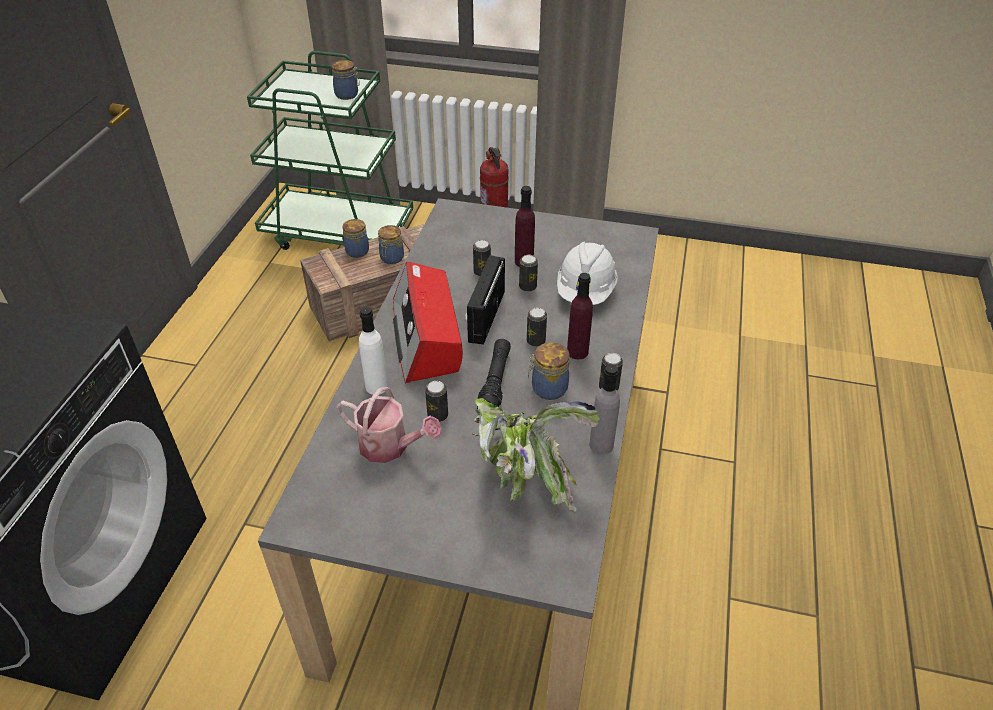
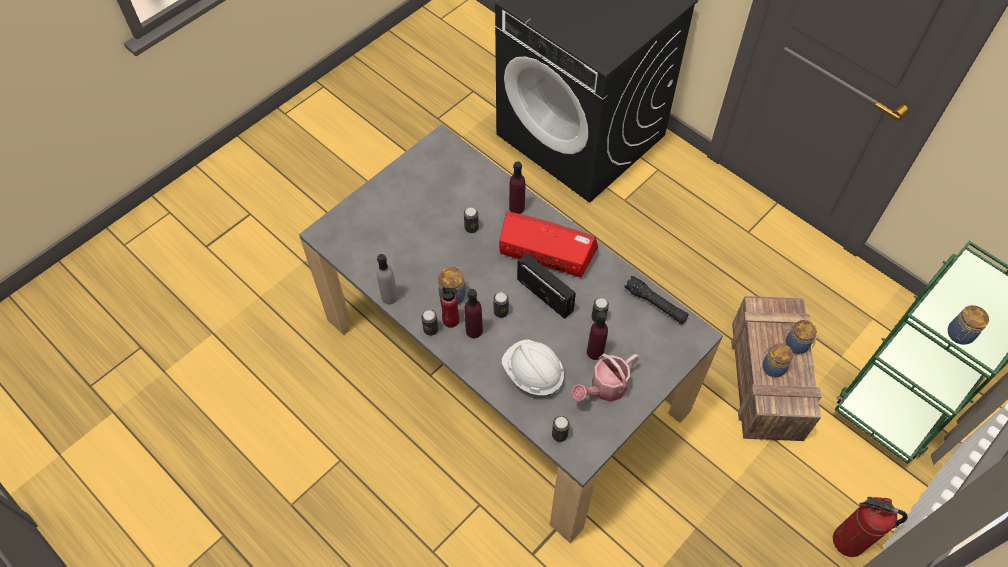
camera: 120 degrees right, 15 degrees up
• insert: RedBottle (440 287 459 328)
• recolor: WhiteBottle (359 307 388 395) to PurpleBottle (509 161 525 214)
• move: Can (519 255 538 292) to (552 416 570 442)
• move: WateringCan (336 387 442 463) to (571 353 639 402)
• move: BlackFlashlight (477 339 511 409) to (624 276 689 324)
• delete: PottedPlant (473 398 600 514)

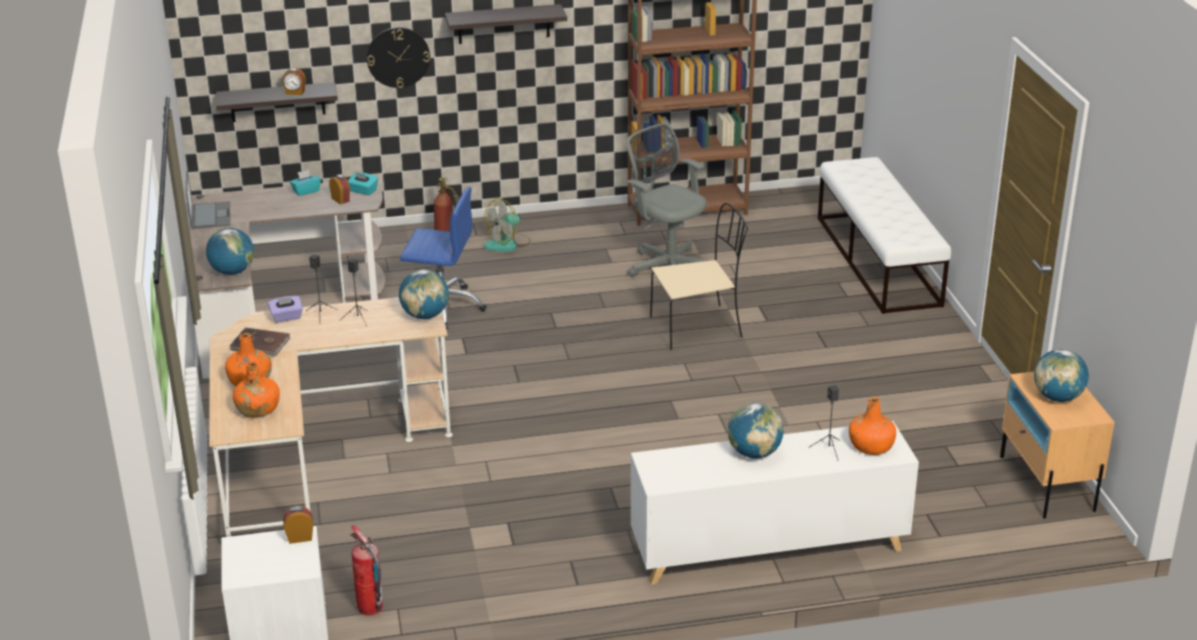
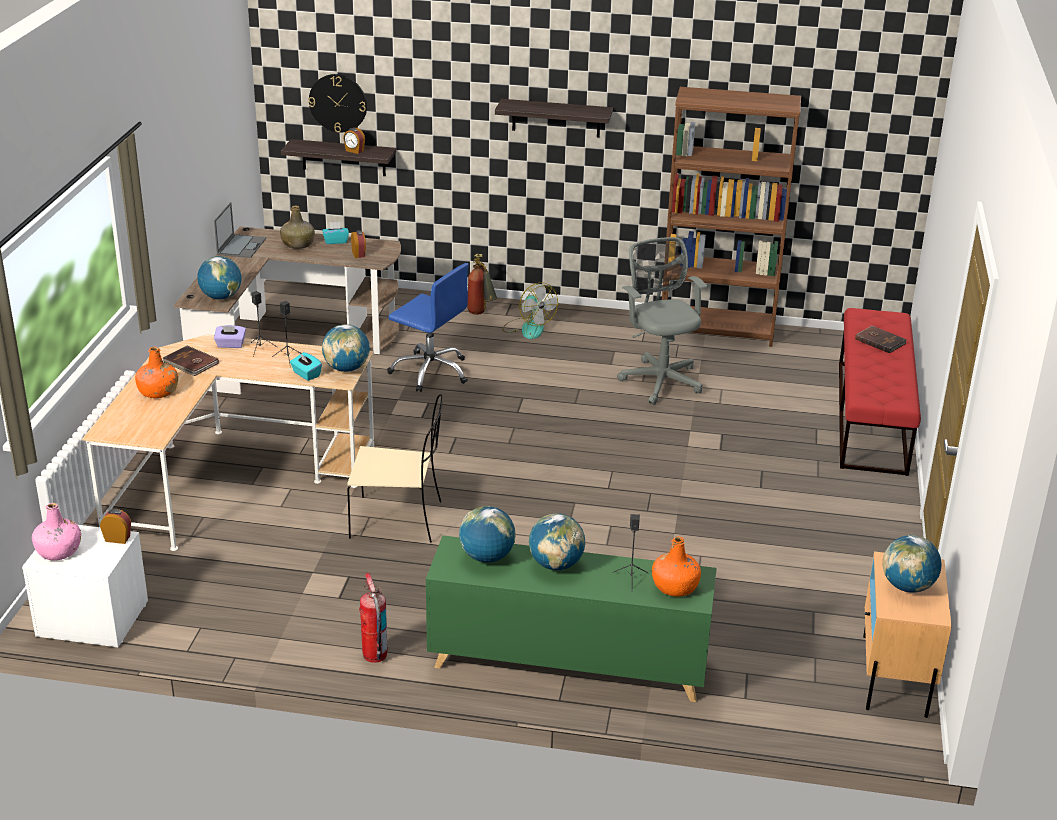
camera: 20 degrees right, 0 degrees up
• insert: PinkBottle (32 503 81 560)
• insert: GreenBottle (280 206 315 249)
• move: TurquoiseTissueBox (348 172 378 195) to (290 352 322 381)
• move: WallClock (367 27 430 88) to (309 74 367 133)
• move: BeigeChair (650 203 748 350) to (347 394 443 543)
• move: FireExtinguisher (351 525 383 616) to (359 573 388 663)
• recolor: WhiteCabinet (631 421 919 585) to GreenCabinet (426 535 717 702)
• insert: Globe (459 506 516 563)
• rotate: Fan (484 198 531 252) = (502 282 558 339) 105 degrees counterclockwise
• recolor: WhiteBench (818 157 951 314) to RedBench (839 308 921 476)
• insert: BrownBook (855 326 907 353)
• delete: OrangeBottle (233 362 280 418)

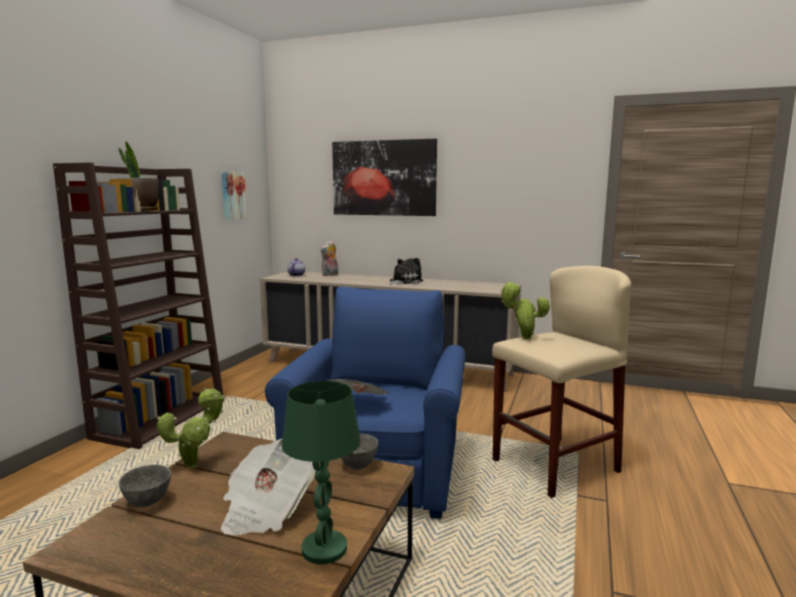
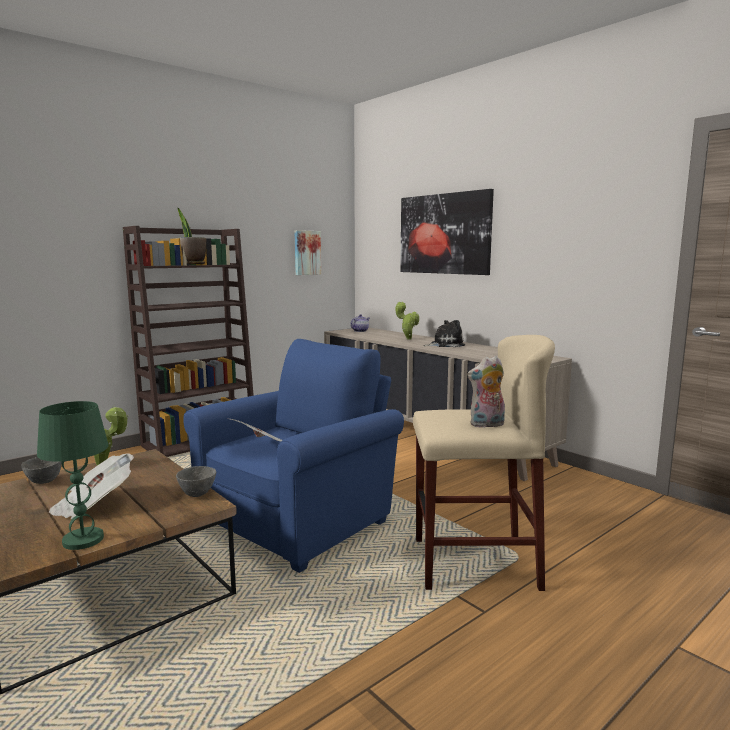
camera: 30 degrees right, 0 degrees up
• move: PottedPlant (500 282 550 339) to (395 301 419 340)
• move: PlushToy (320 241 338 276) to (467 356 505 428)

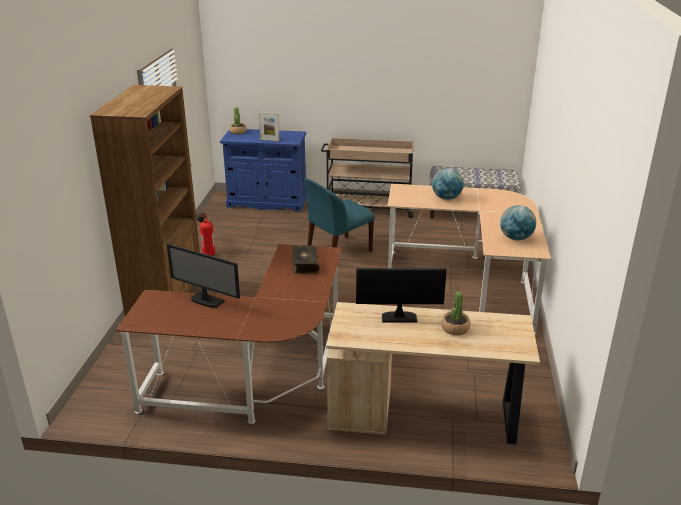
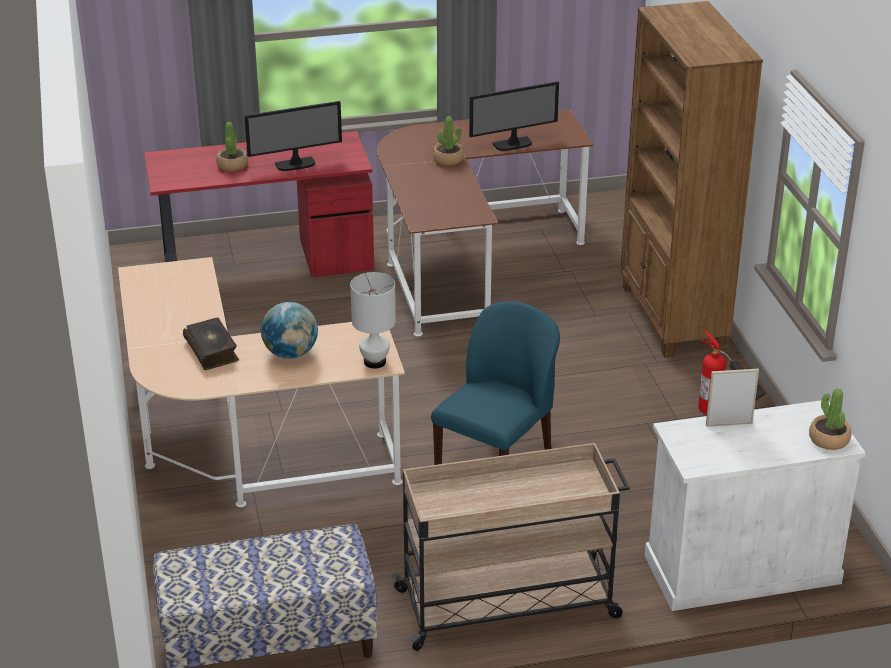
camera: 160 degrees right, 5 degrees up
• recolor: BeigeDesk (326 302 540 444) to RedDesk (144 131 374 277)
• move: Book (292 245 320 274) to (183 318 239 370)
• insert: WhiteTableLamp (350 272 396 369)
• insert: PottedPlant (433 116 464 165)
• rotate: Monitor (167 244 240 307) = (469 81 559 151) 150 degrees clockwise
• recolor: BlueCabinet (220 129 307 212) to WhiteCabinet (645 400 866 611)
• delete: Globe (500 205 536 240)

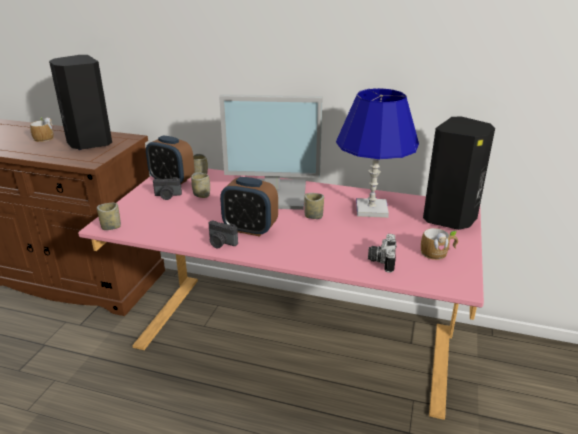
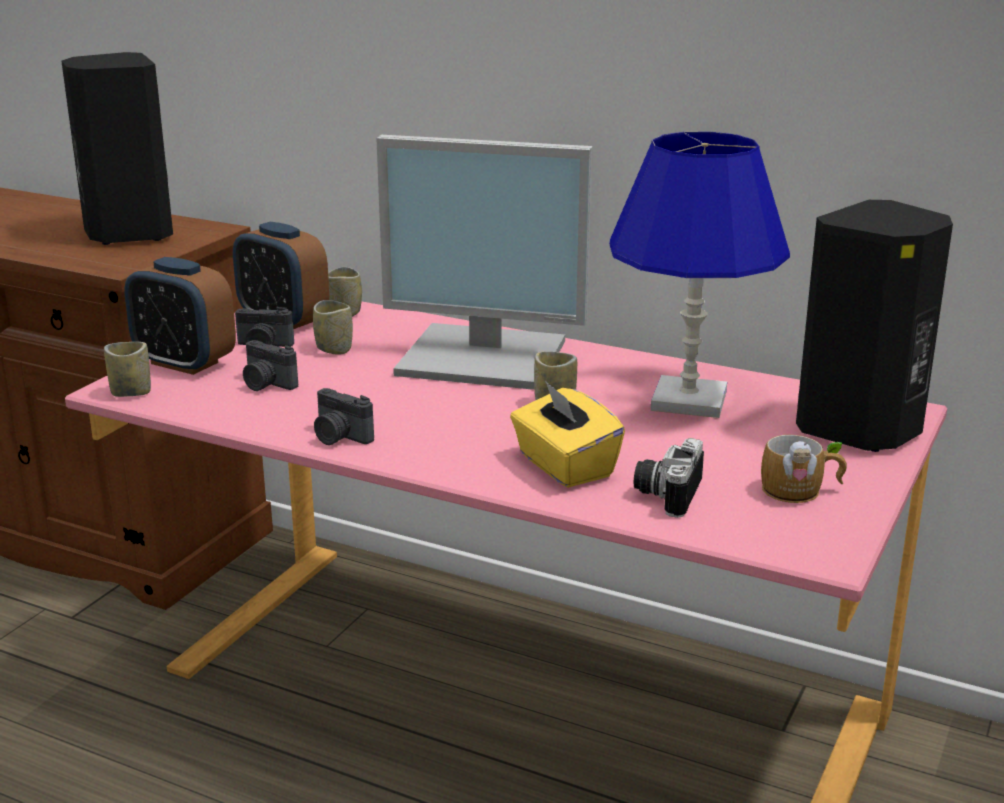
camera: 10 degrees right, 5 degrees down
• move: AlarmClock (220 177 278 236) to (124 257 236 375)
• insert: PhotoCamera (243 340 298 391)
• insert: YellowTissueBox (510 381 625 488)
• delete: Mug (30 117 54 142)

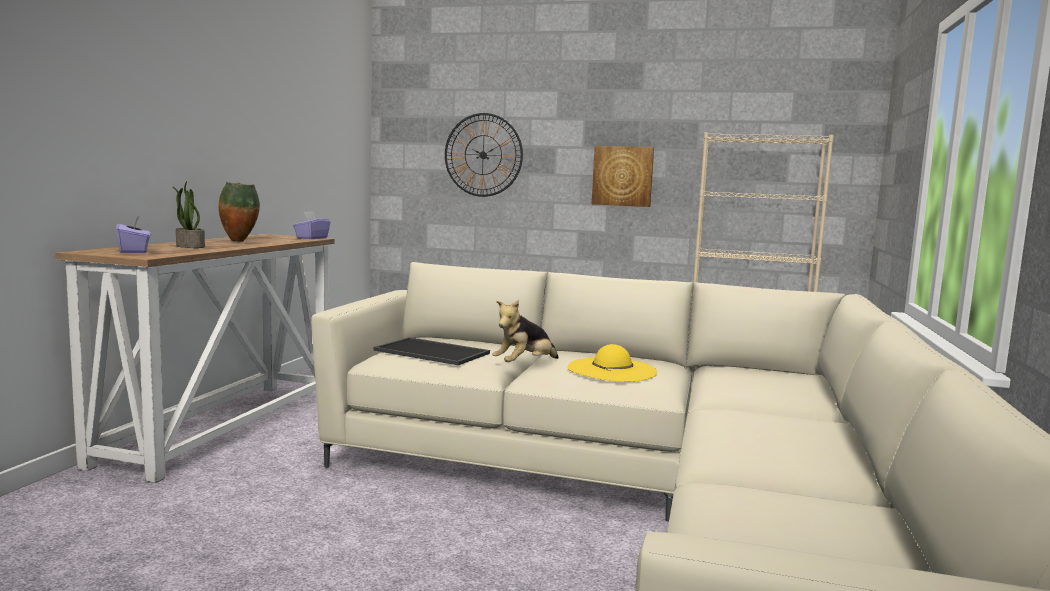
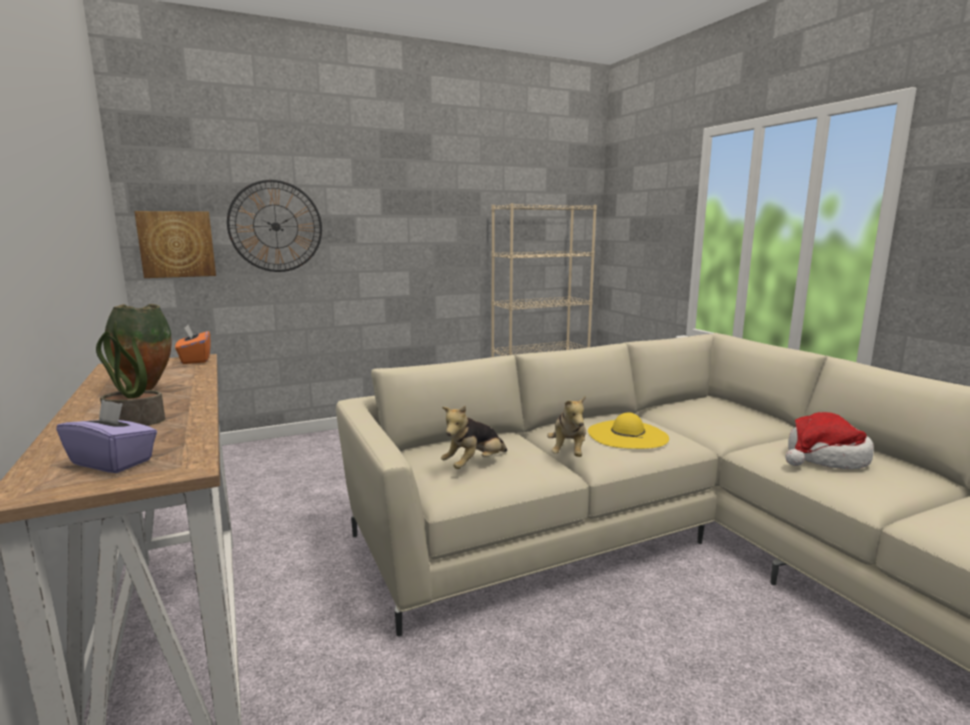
camera: 40 degrees left, 5 degrees up
• move: Picture (592 146 654 207) to (134 211 216 278)
• recolor: PurpleTissueBox (293 211 330 239) to OrangeTissueBox (175 325 211 364)
• replace: Tray (373 337 490 365) to PlushToy (441 405 507 469)
• insert: Hat (785 412 874 469)

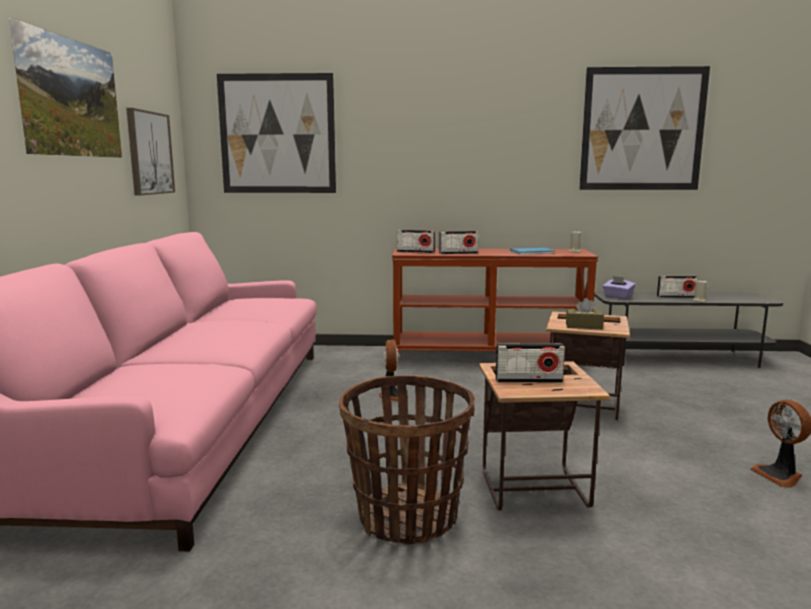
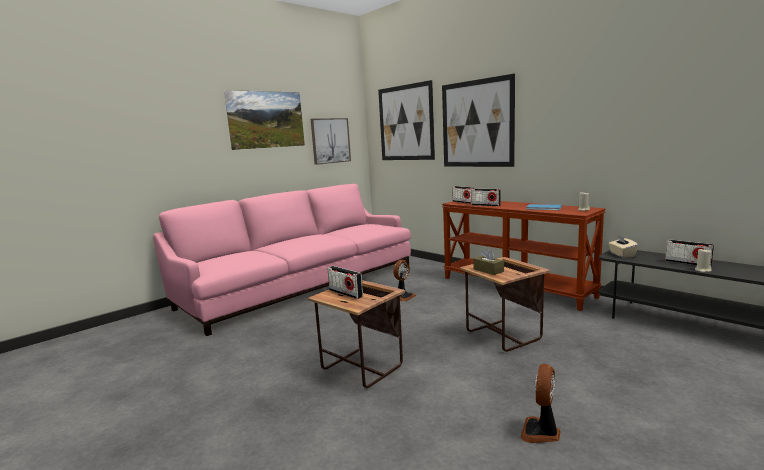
camera: 45 degrees right, 0 degrees up
• move: Picture (579 66 710 190) to (442 74 515 167)
• recolor: PurpleTissueBox (603 276 635 299) to BeigeTissueBox (608 235 638 258)
• delete: Basket (339 375 475 545)

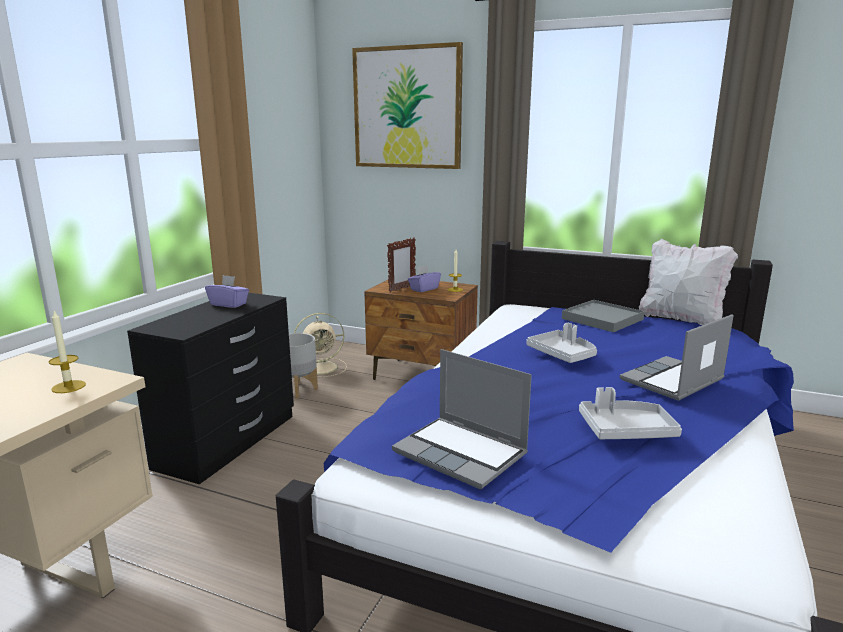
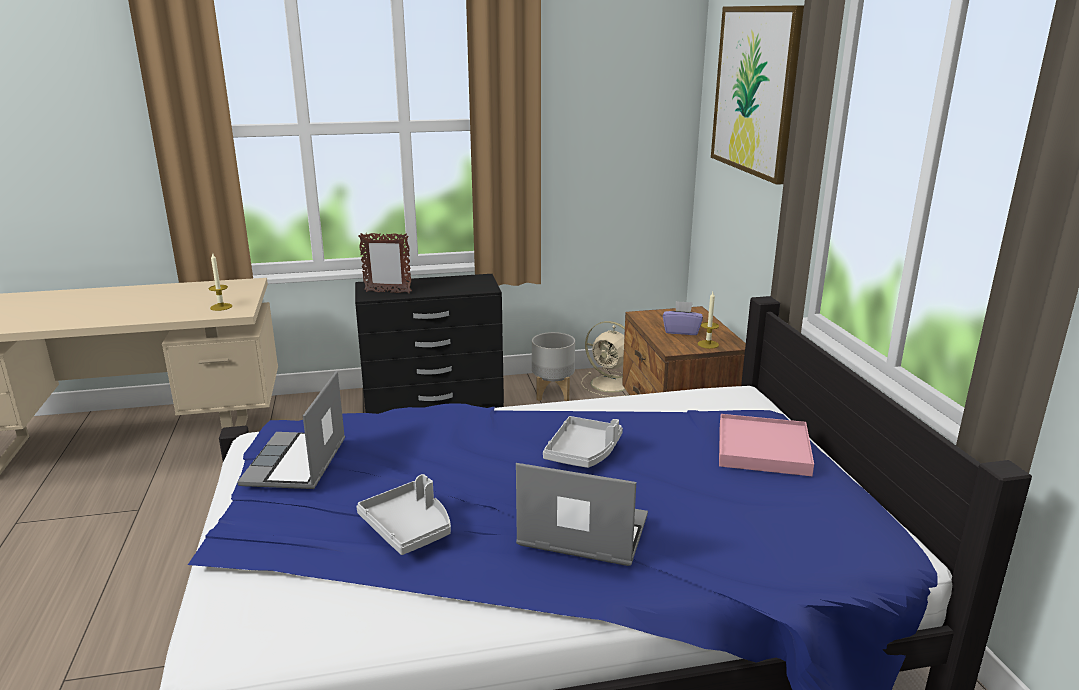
camera: 55 degrees right, 5 degrees up
• move: PictureFrame (387 237 416 293) to (358 233 412 293)
• recolor: GreyTray (562 300 645 332) to PinkTray (719 414 814 476)
• delete: PurpleTissueBox (205 275 249 308)
• delete: WhitePillow (639 239 738 325)

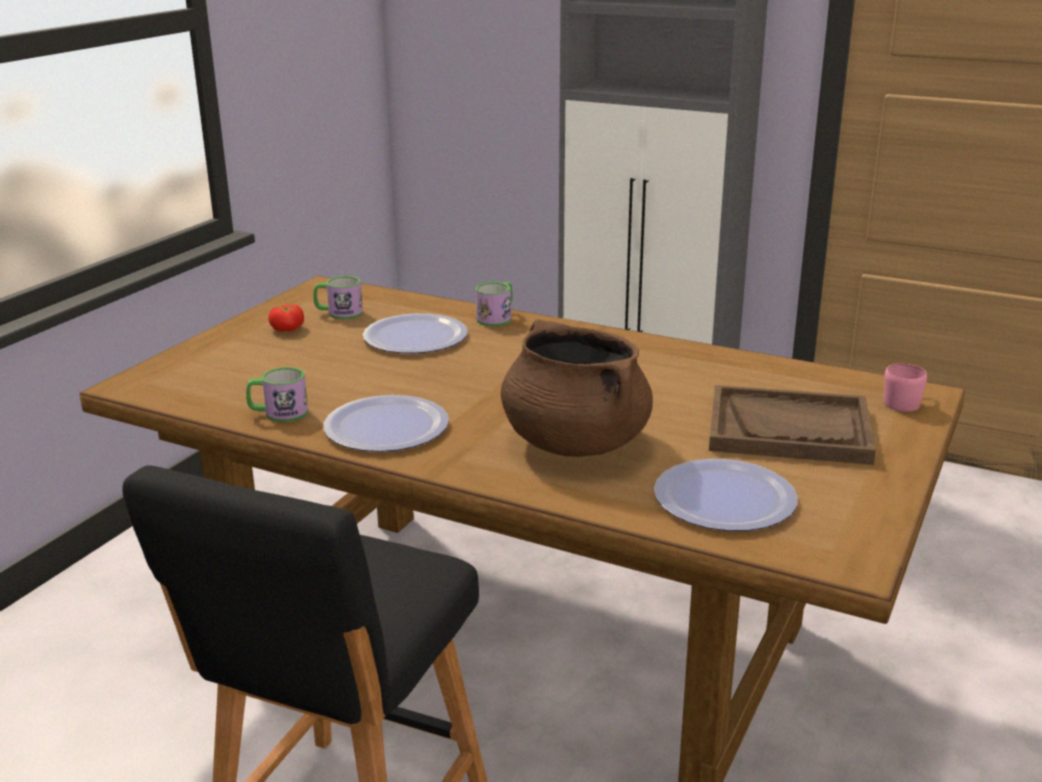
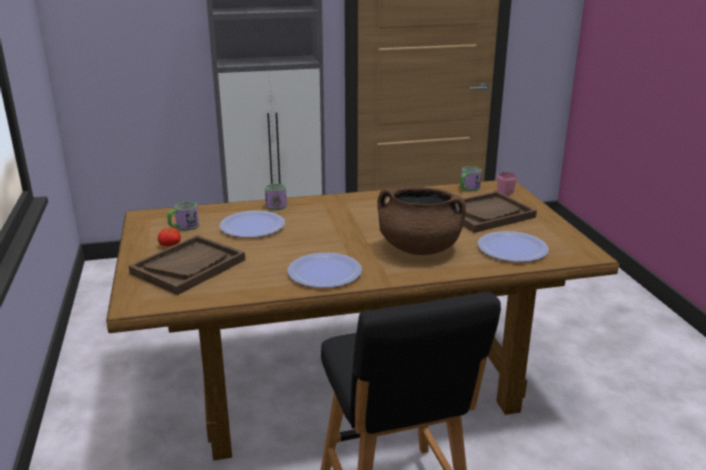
camera: 40 degrees left, 0 degrees up
• insert: BrownTray (128 235 245 295)
• move: Mug (246 367 308 422) to (460 166 482 191)

